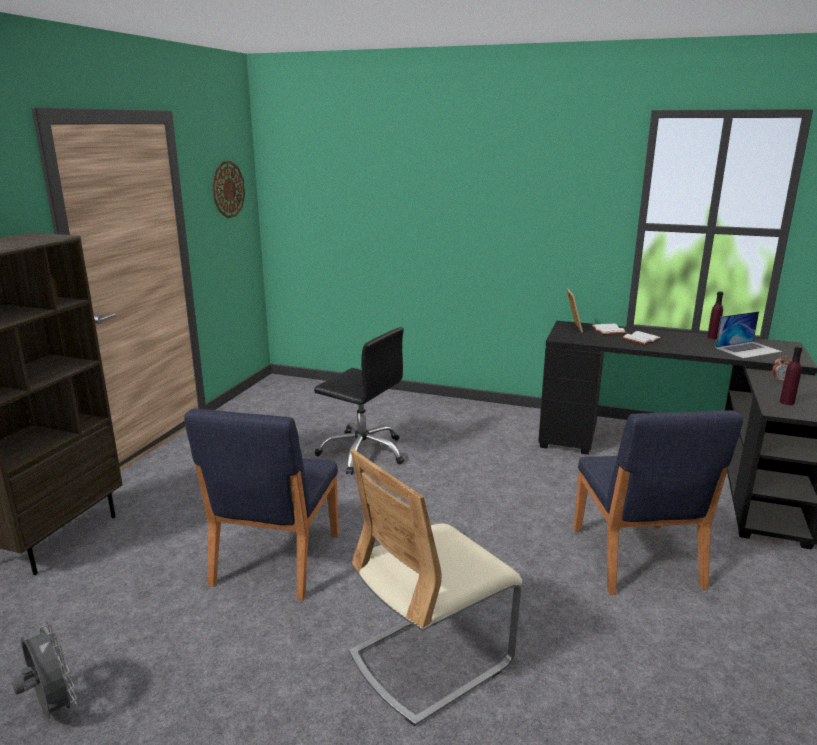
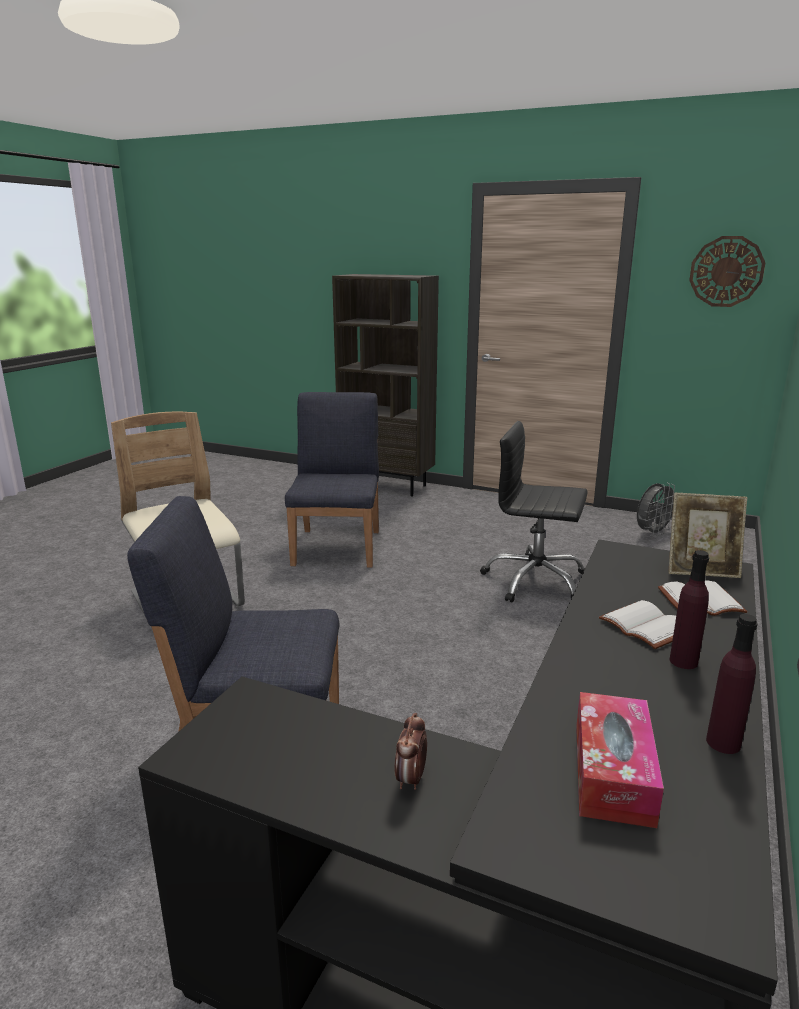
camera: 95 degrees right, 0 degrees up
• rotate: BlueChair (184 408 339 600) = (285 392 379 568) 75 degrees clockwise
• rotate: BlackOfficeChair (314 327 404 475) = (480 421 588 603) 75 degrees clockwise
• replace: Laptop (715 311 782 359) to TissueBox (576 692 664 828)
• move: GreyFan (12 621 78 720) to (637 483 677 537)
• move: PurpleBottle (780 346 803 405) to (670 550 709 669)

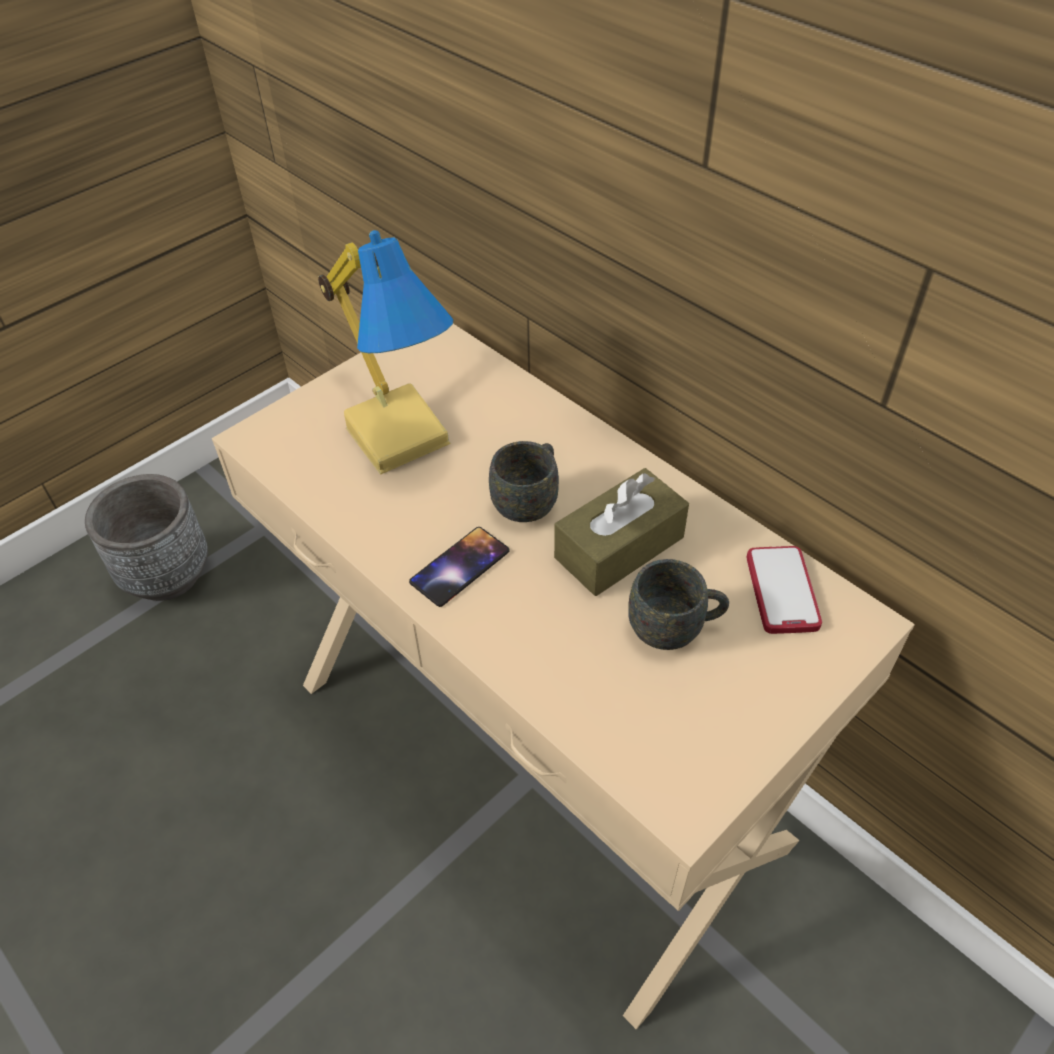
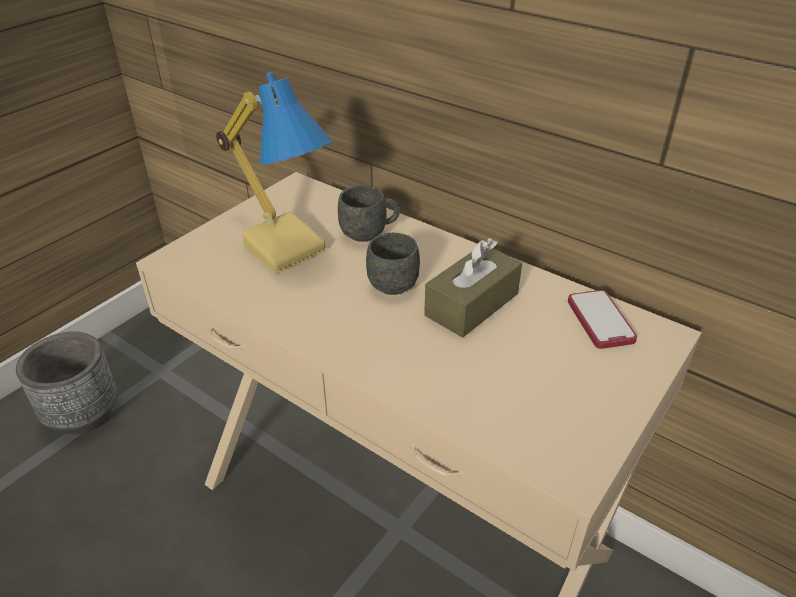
camera: 10 degrees left, 10 degrees down
• move: GreyMug (628 559 729 650) to (338 185 400 242)
• delete: Phone (409 527 510 607)

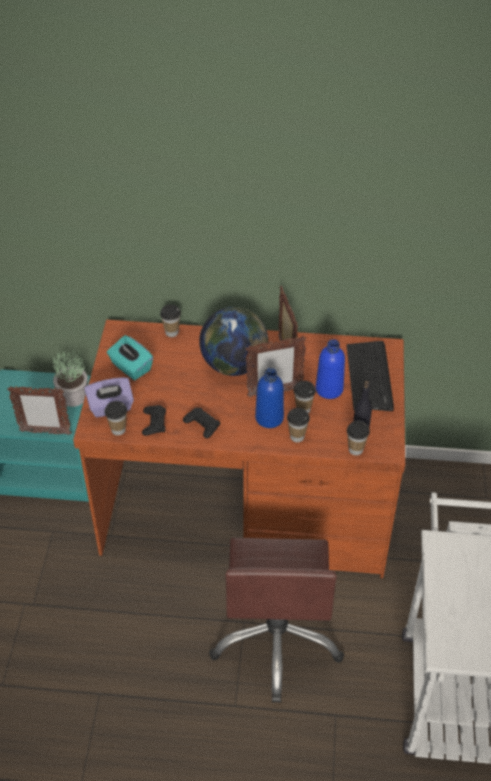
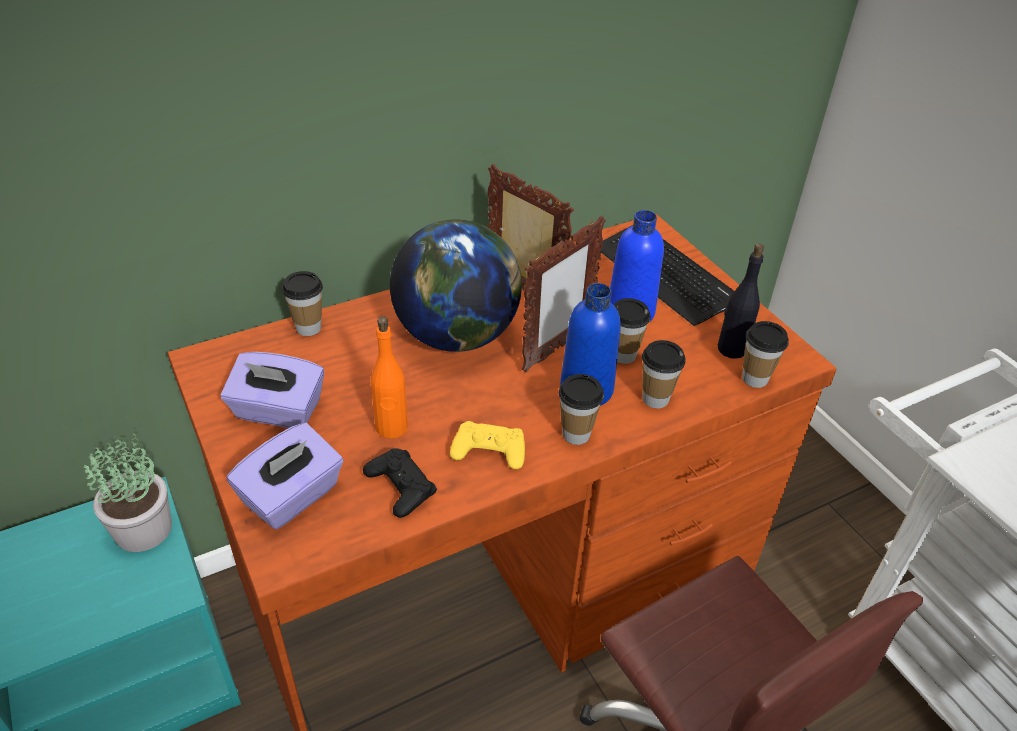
camera: 35 degrees left, 5 degrees down
• recolor: TurquoiseTissueBox (107 335 153 380) to PurpleTissueBox (221 352 324 428)
• insert: OrangeBottle (371 316 408 439)
• recolor: BlackGameController (183 408 220 438) to YellowGameController (450 421 525 469)
• move: Cup (104 401 127 436) to (558 374 604 445)
• delete: PictureFrame (7 386 72 435)

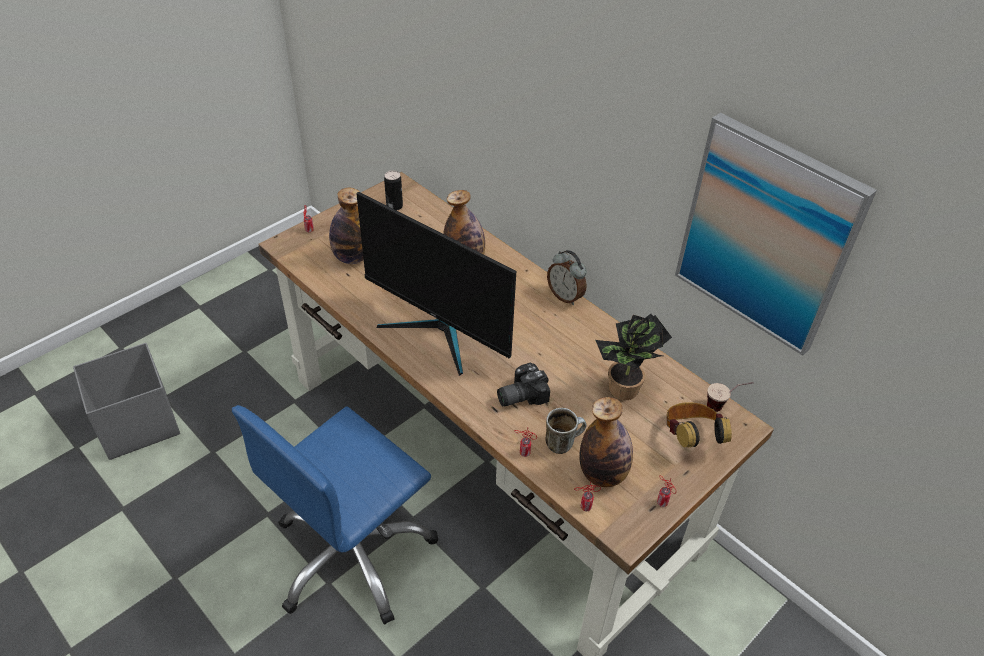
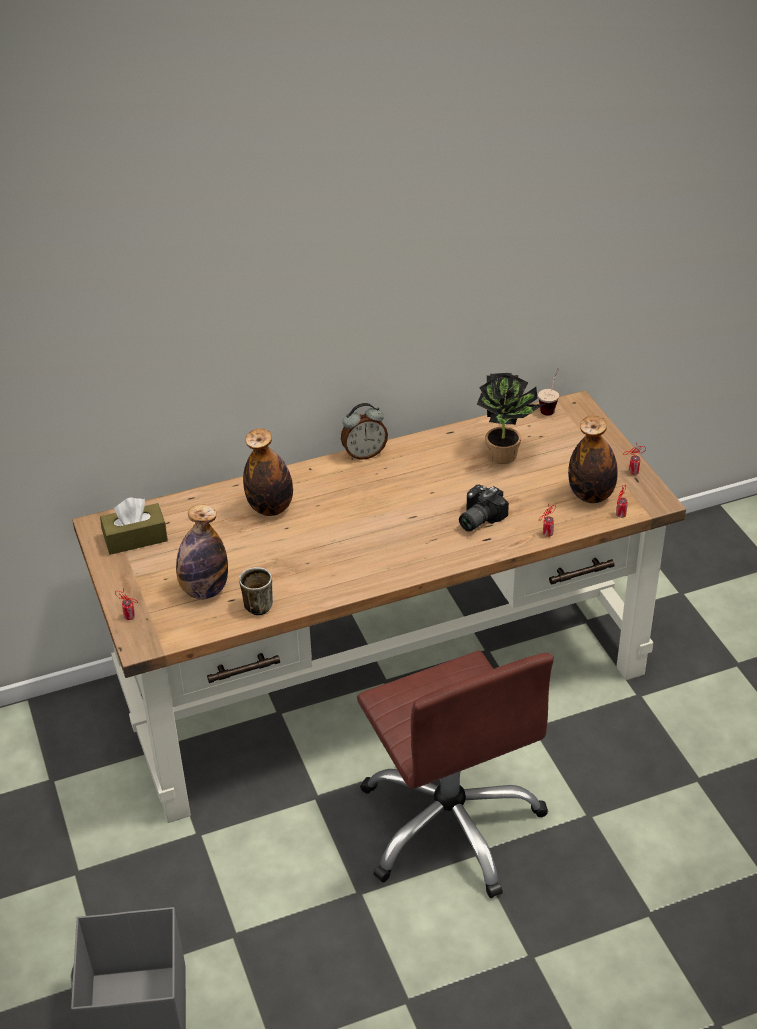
camera: 65 degrees left, 5 degrees down
• replace: Can (384 170 403 210) to BrownTissueBox (100 497 168 555)
• move: Mug (545 408 586 454) to (239 567 273 616)
• recolor: BlueOfficeChair (232 405 438 625) to BrownOfficeChair (357 650 554 898)
• rotate: PhotoCamera (497 362 550 406) = (459 485 509 531) 45 degrees clockwise
• delete: Monitor (356 192 516 376)
• delete: Headphones (667 402 732 447)
• delete: Picture (675 113 877 356)

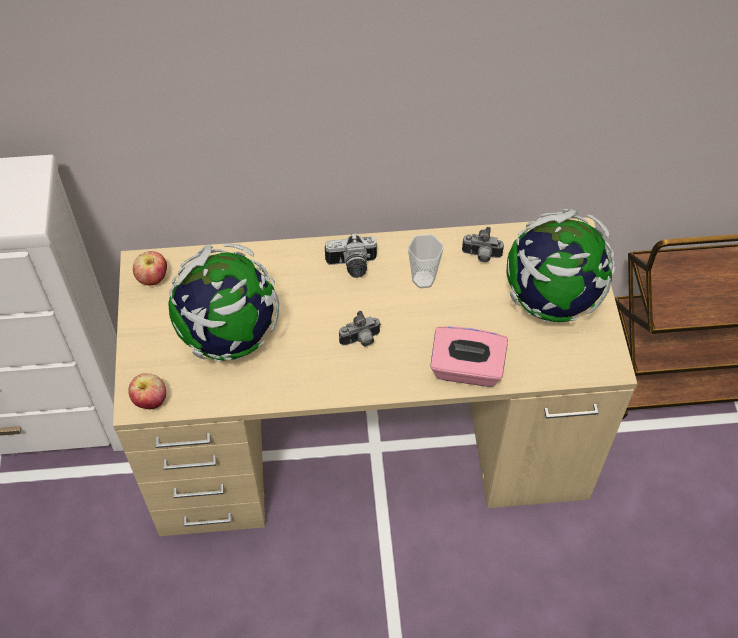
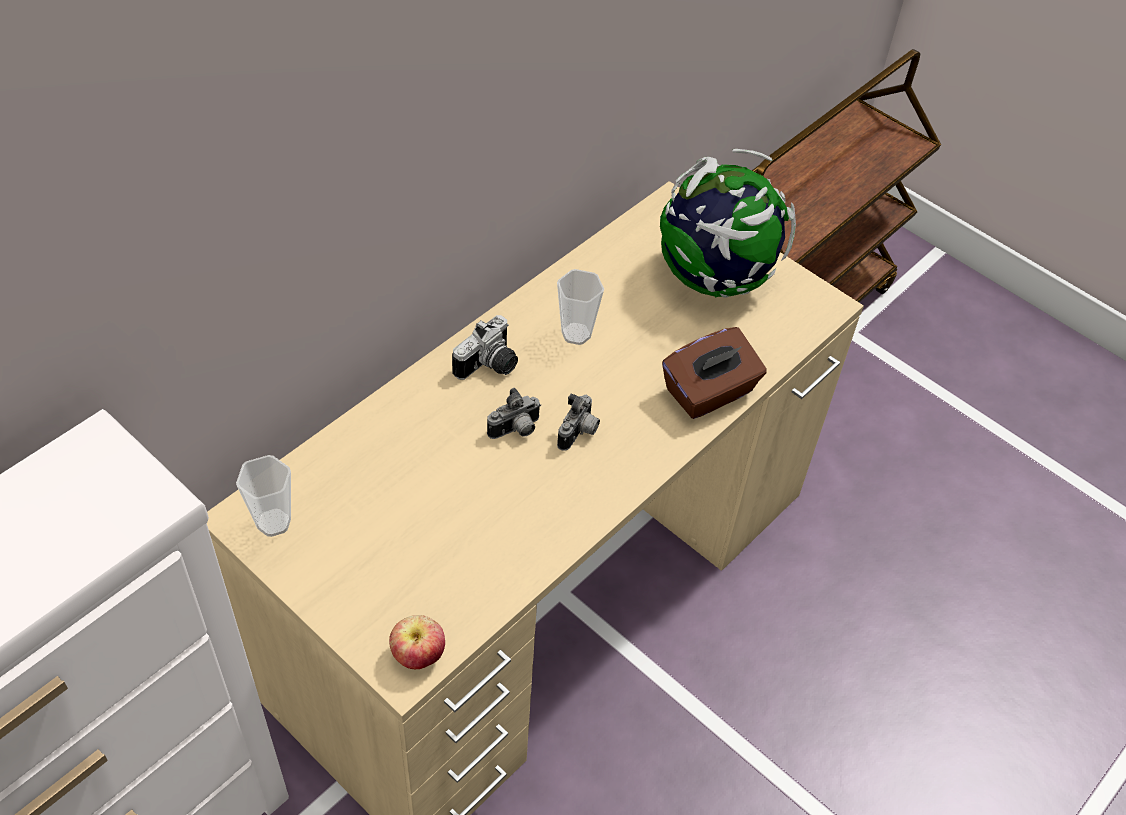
camera: 45 degrees left, 5 degrees down
• replace: Apple (133 251 167 286) to Cup (236 455 291 537)
• move: PhotoCamera (462 227 504 262) to (487 388 541 439)
• recolor: PinkTissueBox (430 326 508 387) to BrownTissueBox (662 327 767 419)
• delete: Globe (168 243 279 362)

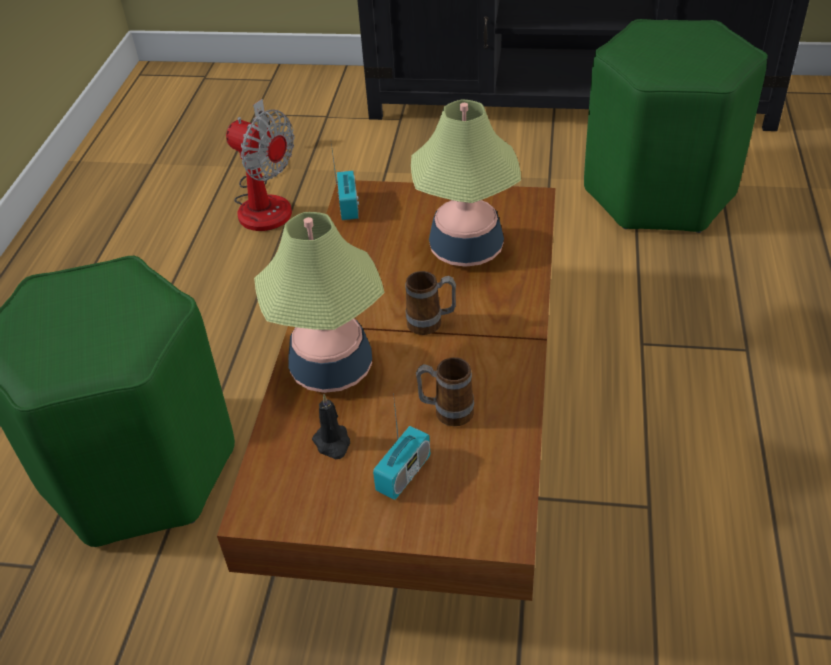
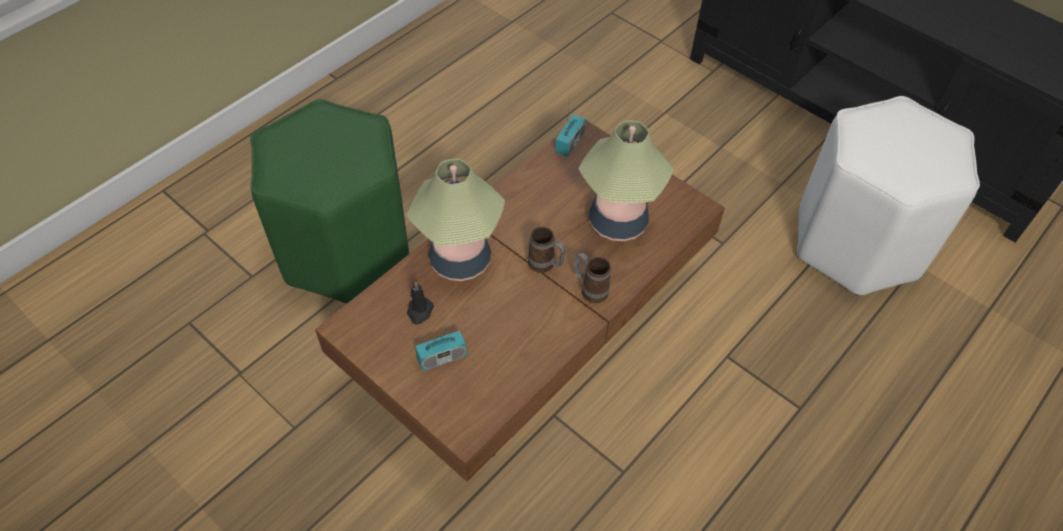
camera: 30 degrees right, 10 degrees up
• move: Mug (416 357 474 426) to (575 253 611 303)
• recolor: GreenStool (584 19 768 233) to WhiteStool (797 96 980 296)
• delete: Fan (226 99 295 231)

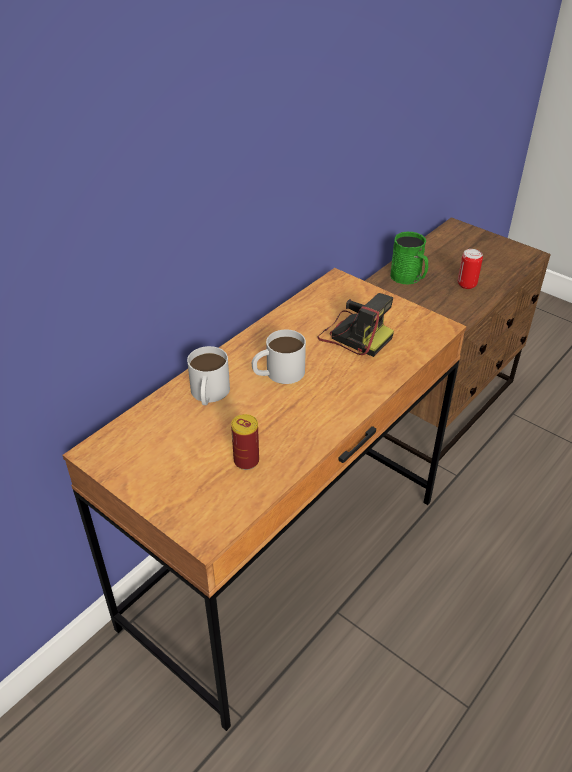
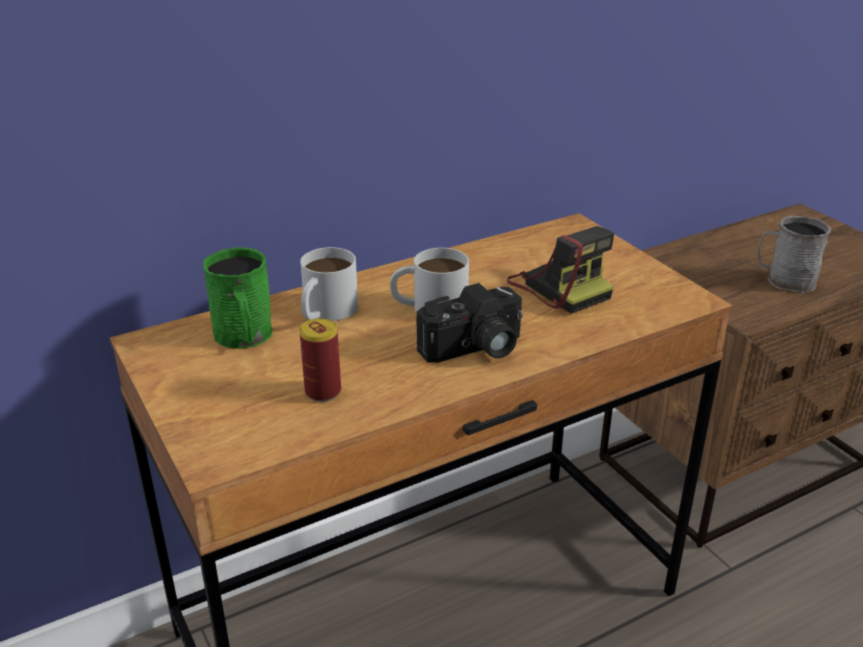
camera: 20 degrees right, 10 degrees down
• move: GreenMug (390 232 428 284) to (203 247 272 349)
• insert: PhotoCamera (416 283 523 363)
• replace: Can (458 249 483 289) to GreyMug (757 216 831 293)

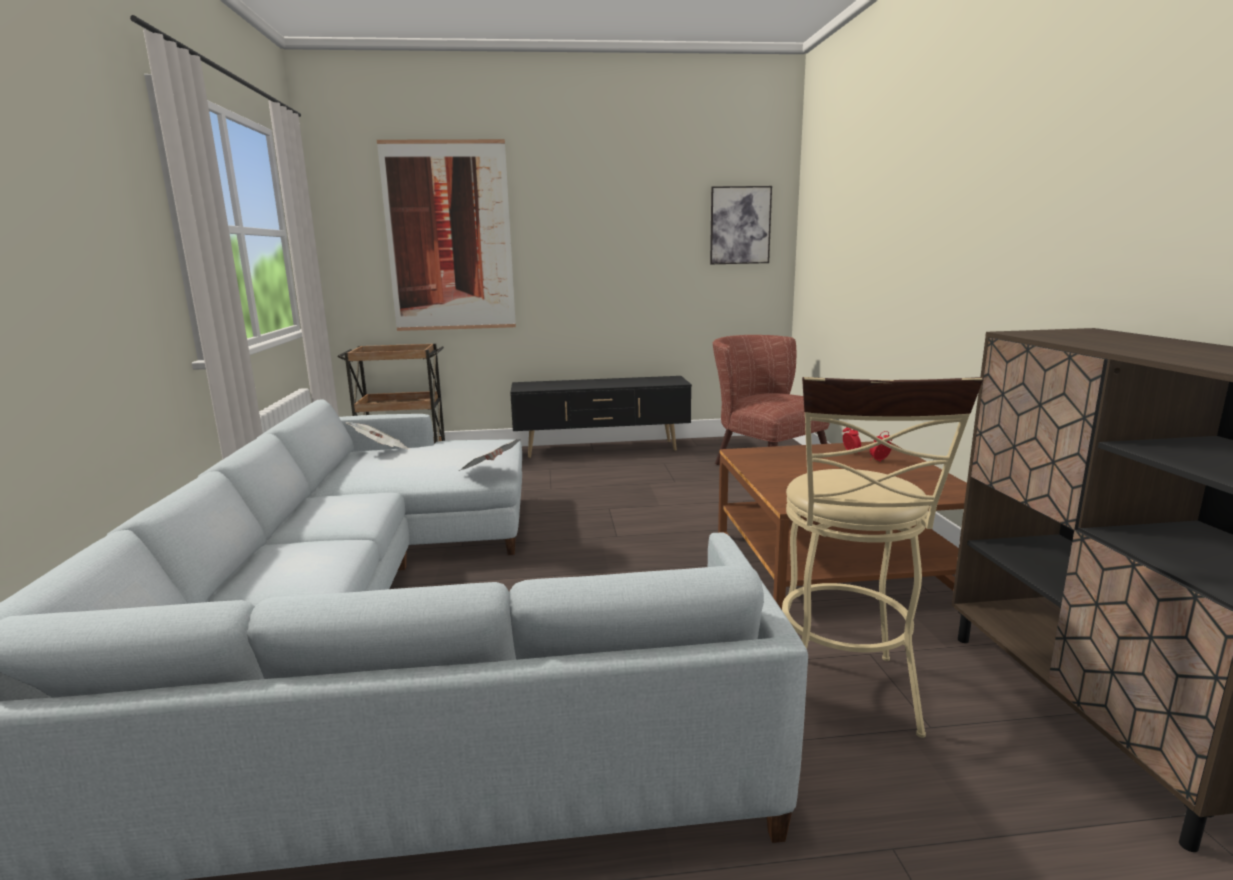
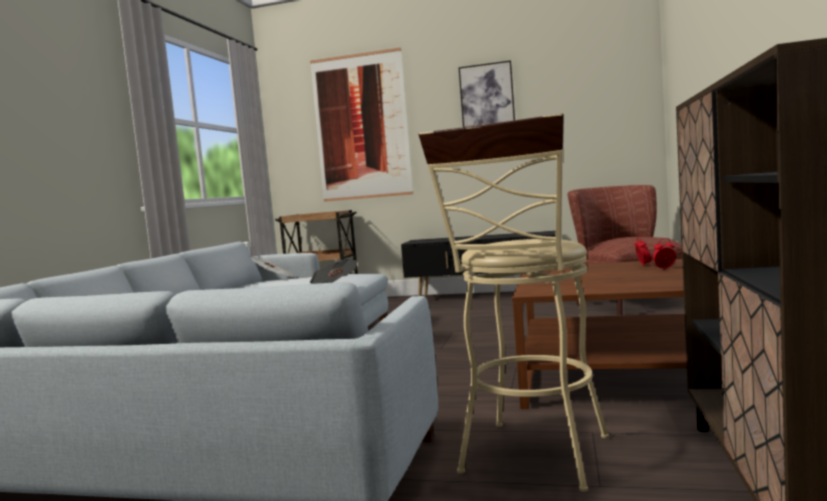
camera: 20 degrees right, 10 degrees down
• move: Picture (710 186 772 264) to (459 60 515 127)

